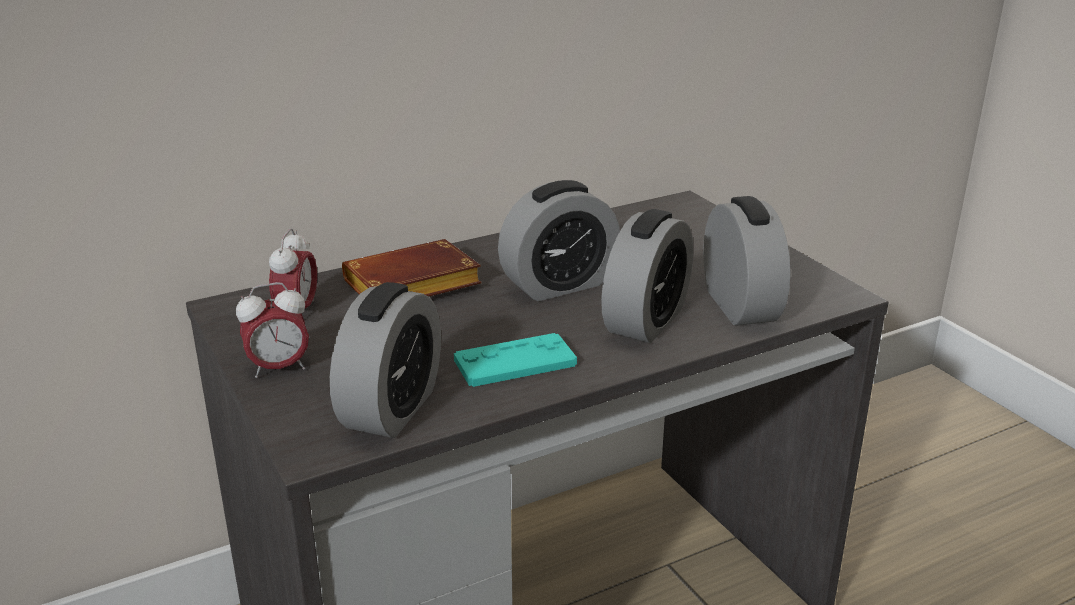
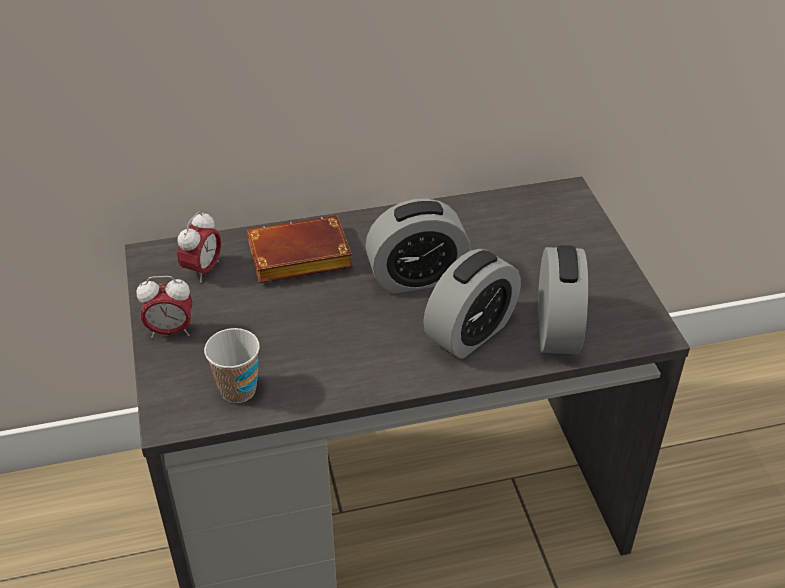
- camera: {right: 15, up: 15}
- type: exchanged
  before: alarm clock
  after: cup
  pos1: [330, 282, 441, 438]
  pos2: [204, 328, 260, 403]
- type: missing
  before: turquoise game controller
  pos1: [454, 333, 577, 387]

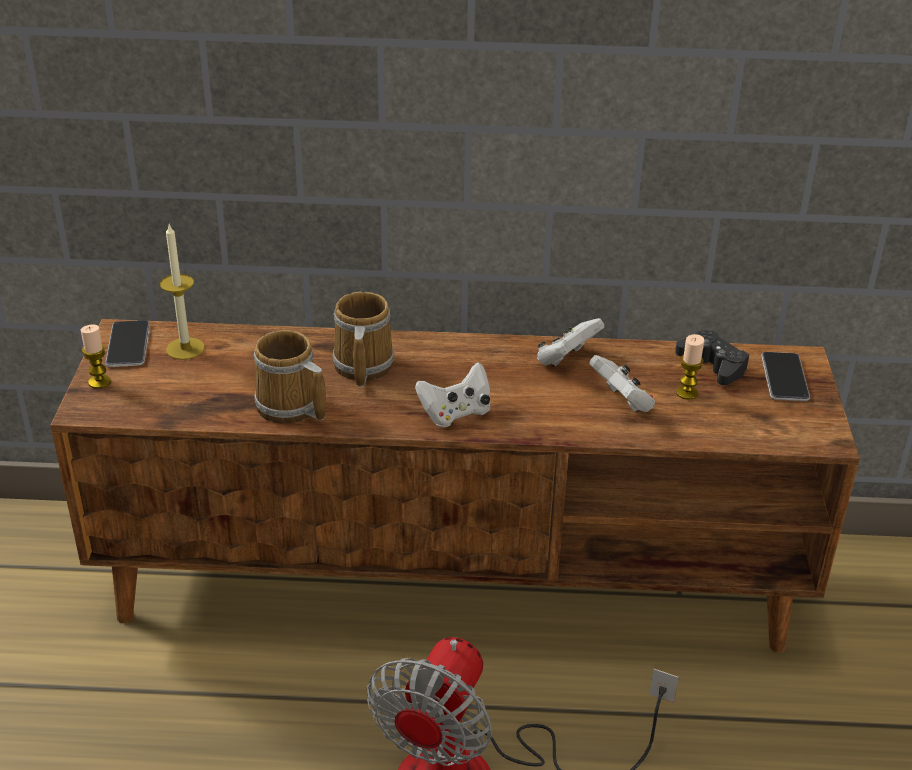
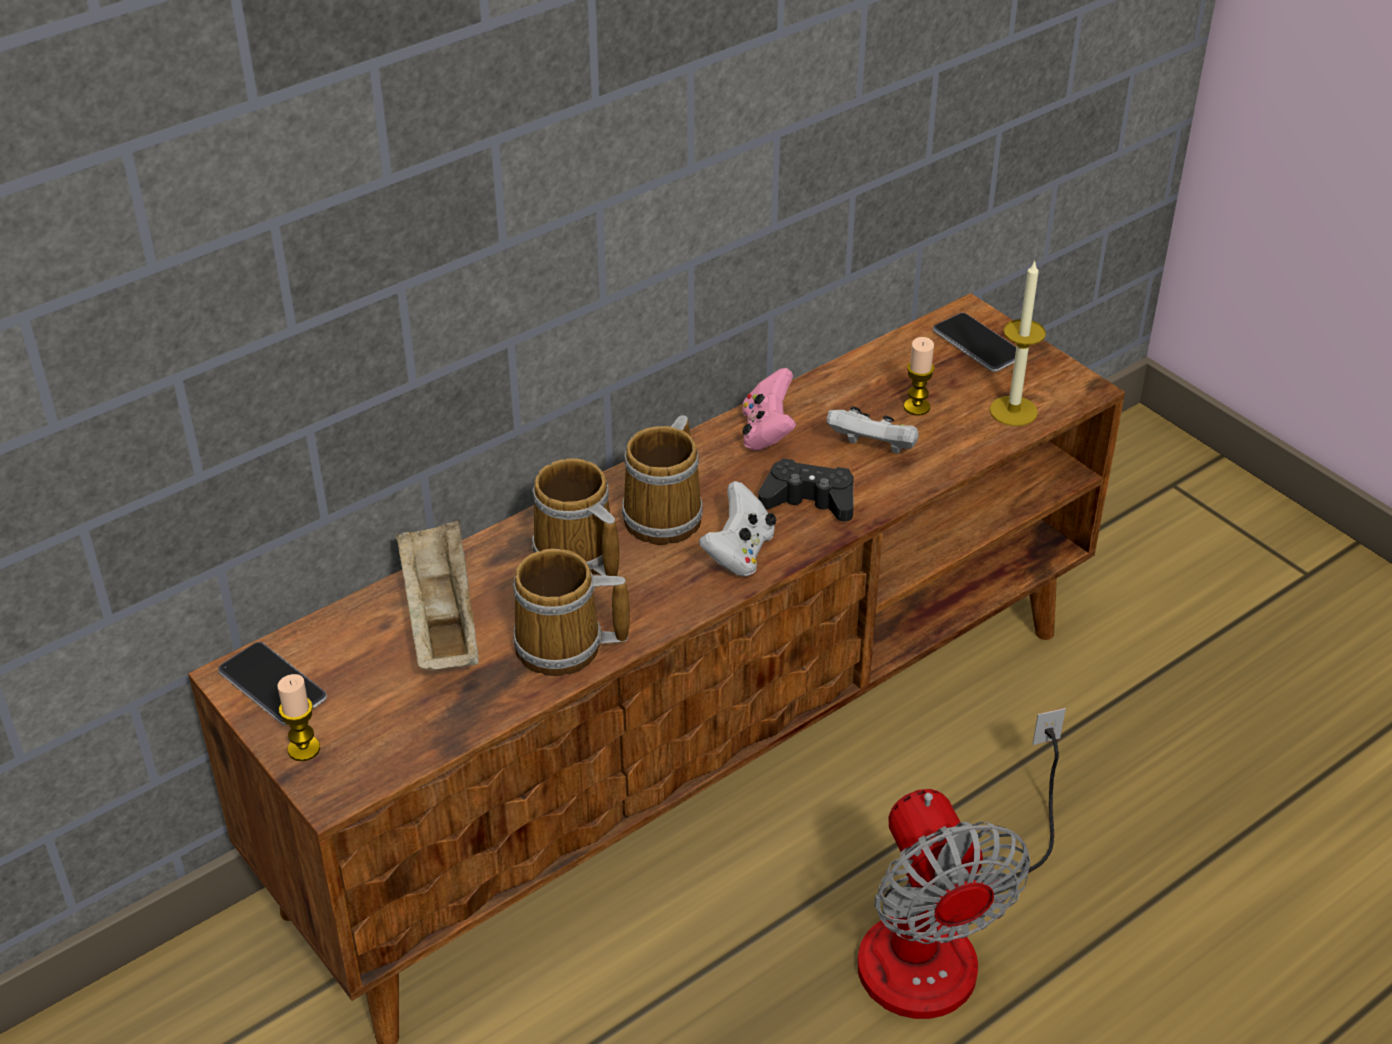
- camera: {right: -40, up: 5}
- type: relocated
  before: candle
  pos1: [160, 224, 205, 360]
  pos2: [990, 260, 1046, 426]
- type: colour
  before: white game controller
  after: pink game controller
  pos1: [537, 318, 604, 367]
  pos2: [742, 368, 796, 451]
- type: relocated
  before: black game controller
  pos1: [675, 330, 749, 385]
  pos2: [758, 458, 854, 522]
- type: appeared
  after: beige tray
  pos2: [395, 519, 478, 671]
- type: appeared
  after: mug
  pos2: [621, 415, 703, 545]

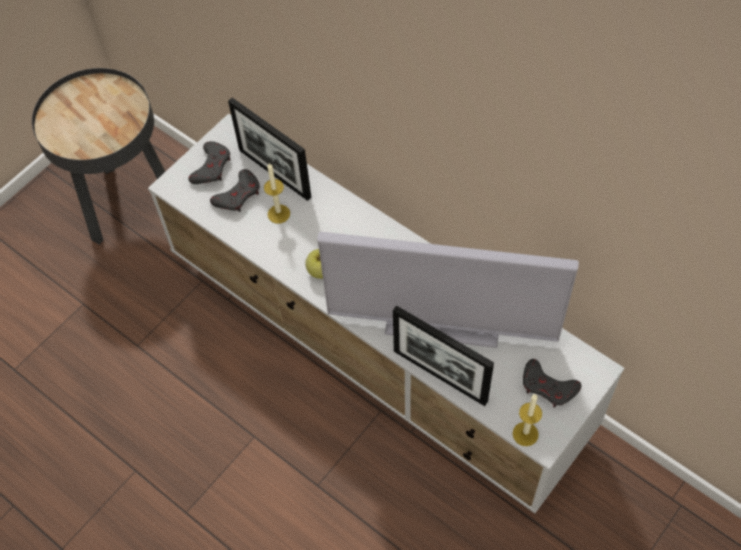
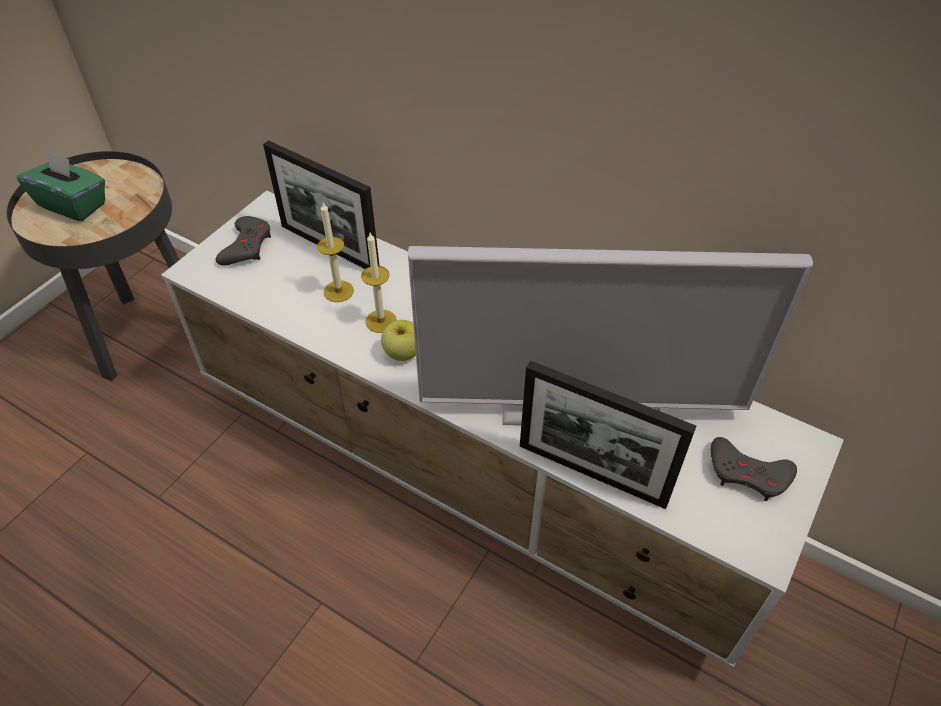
- camera: {right: -10, up: -10}
- type: missing
  before: grey game controller
  pos1: [210, 169, 260, 212]
- type: relocated
  before: candle
  pos1: [513, 394, 542, 446]
  pos2: [361, 233, 397, 333]
- type: appeared
  after: green tissue box
  pos2: [17, 150, 105, 221]

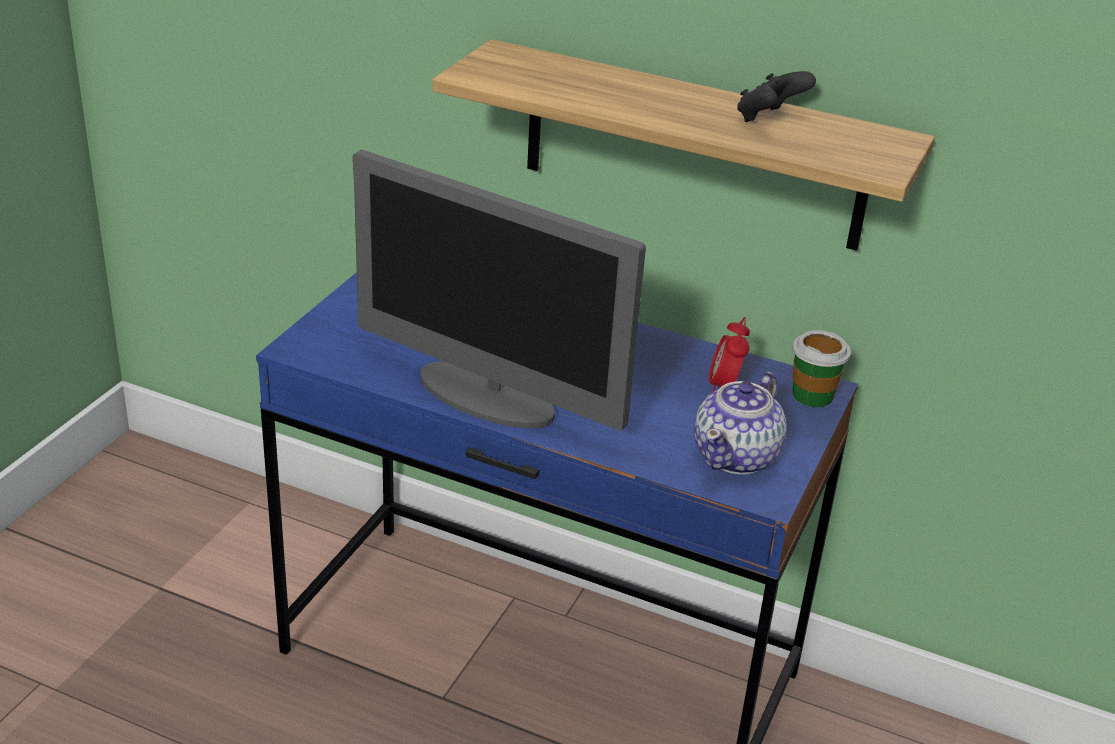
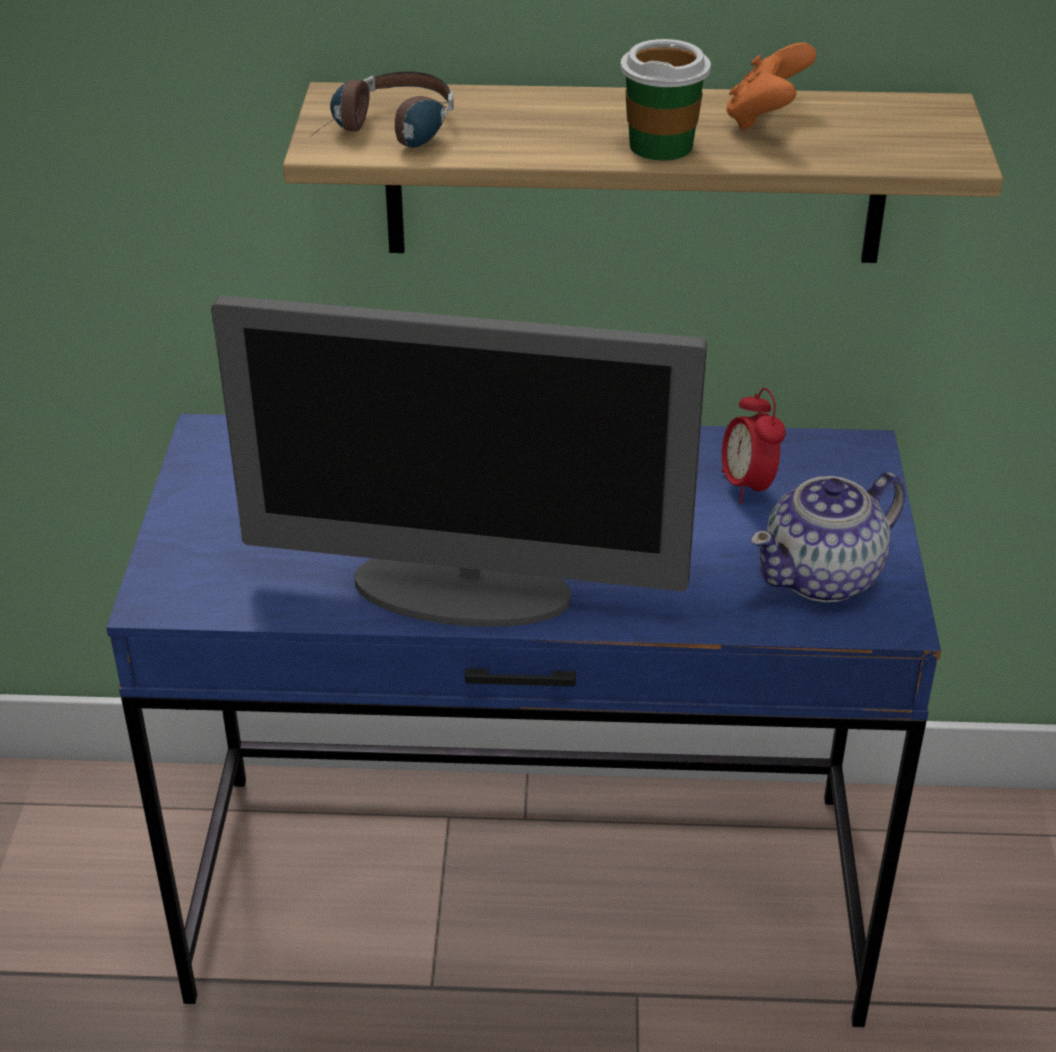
- camera: {right: -20, up: 5}
- type: spun
  before: teapot
  pos1: [694, 372, 786, 475]
  pos2: [750, 472, 906, 602]
  turn: 45
- type: colour
  before: black game controller
  after: orange game controller
  pos1: [737, 71, 816, 122]
  pos2: [726, 42, 816, 130]
- type: relocated
  before: cup
  pos1: [792, 330, 851, 407]
  pos2: [621, 39, 711, 161]
- type: appeared
  after: headphones
  pos2: [310, 71, 454, 148]

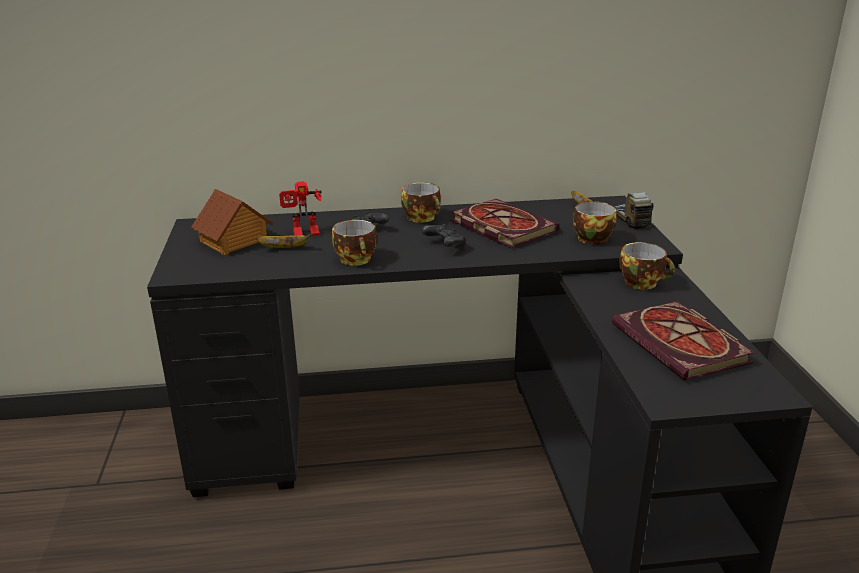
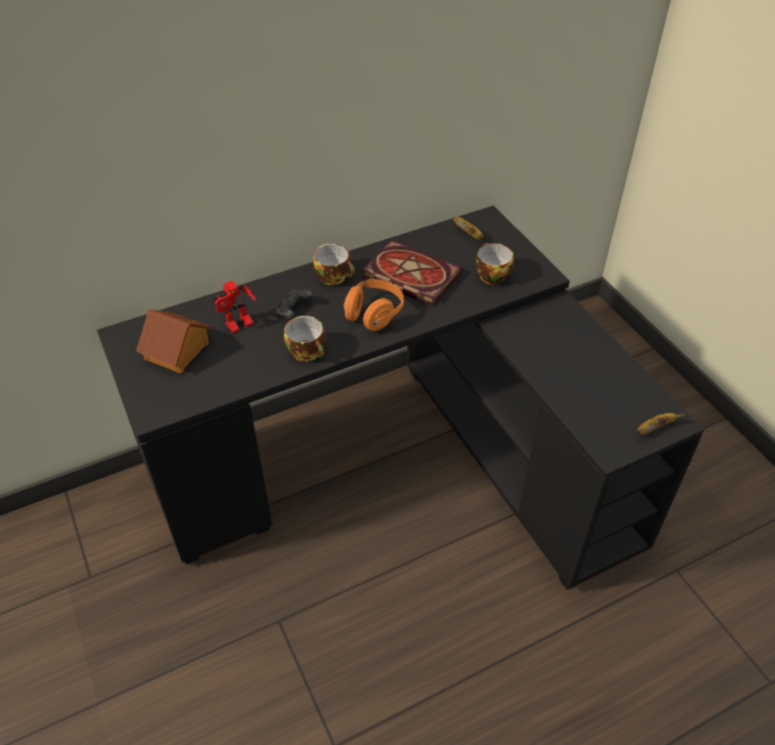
- camera: {right: -20, up: 20}
- type: relocated
  before: banana
  pos1: [257, 234, 311, 248]
  pos2: [637, 413, 686, 434]
- type: exchanged
  before: black game controller
  after: orange headphones
  pos1: [421, 224, 466, 248]
  pos2: [344, 279, 404, 331]
- type: missing
  before: book
  pos1: [612, 301, 755, 381]
- type: missing
  before: toy truck
  pos1: [614, 191, 654, 229]
- type: missing
  before: cup
  pos1: [619, 242, 675, 290]

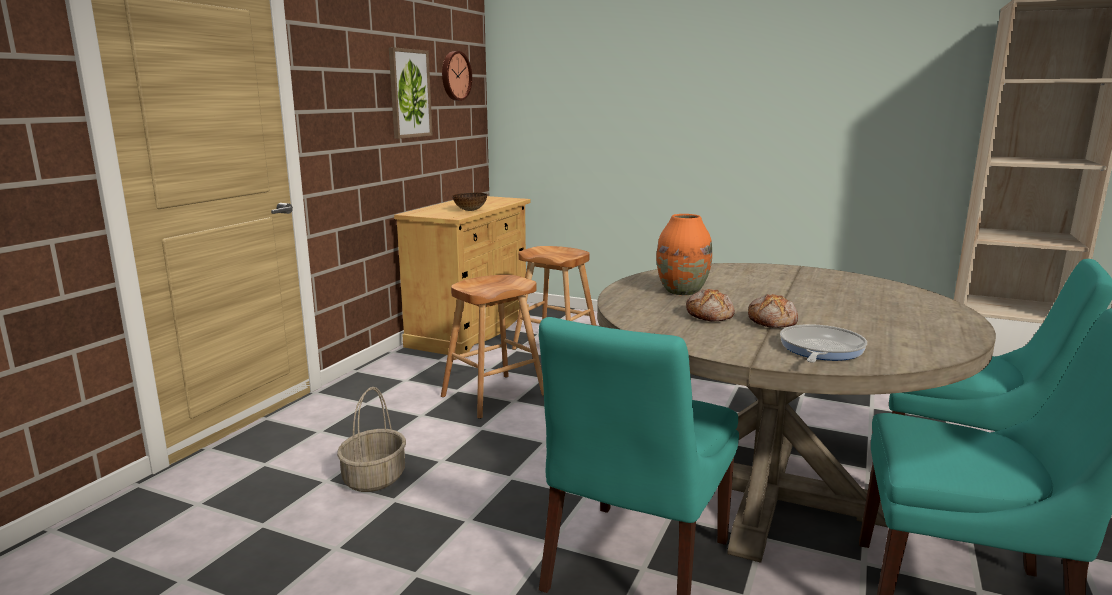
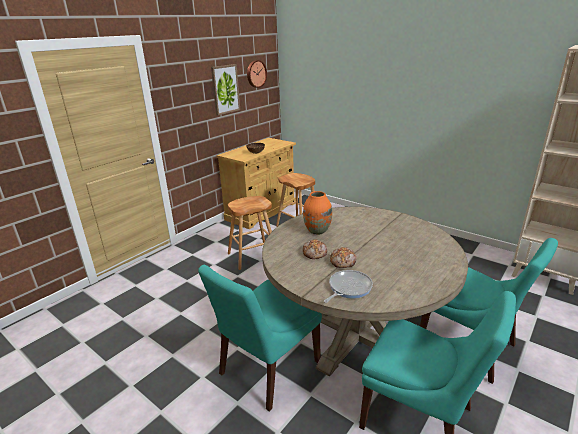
- camera: {right: 15, up: 10}
- type: missing
  before: basket
  pos1: [337, 387, 406, 492]

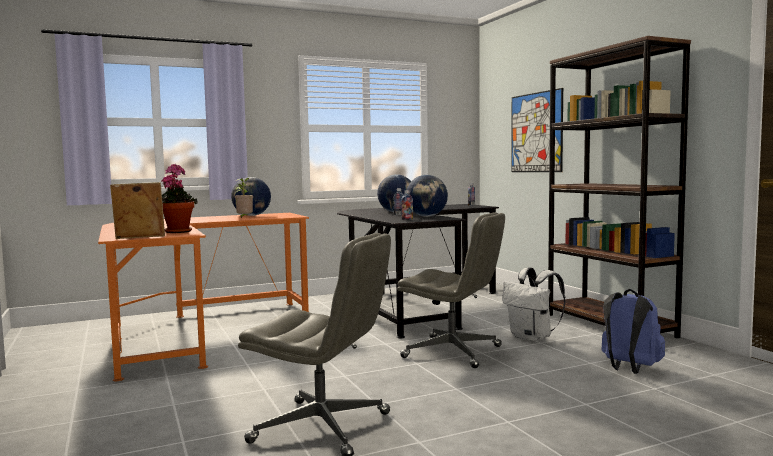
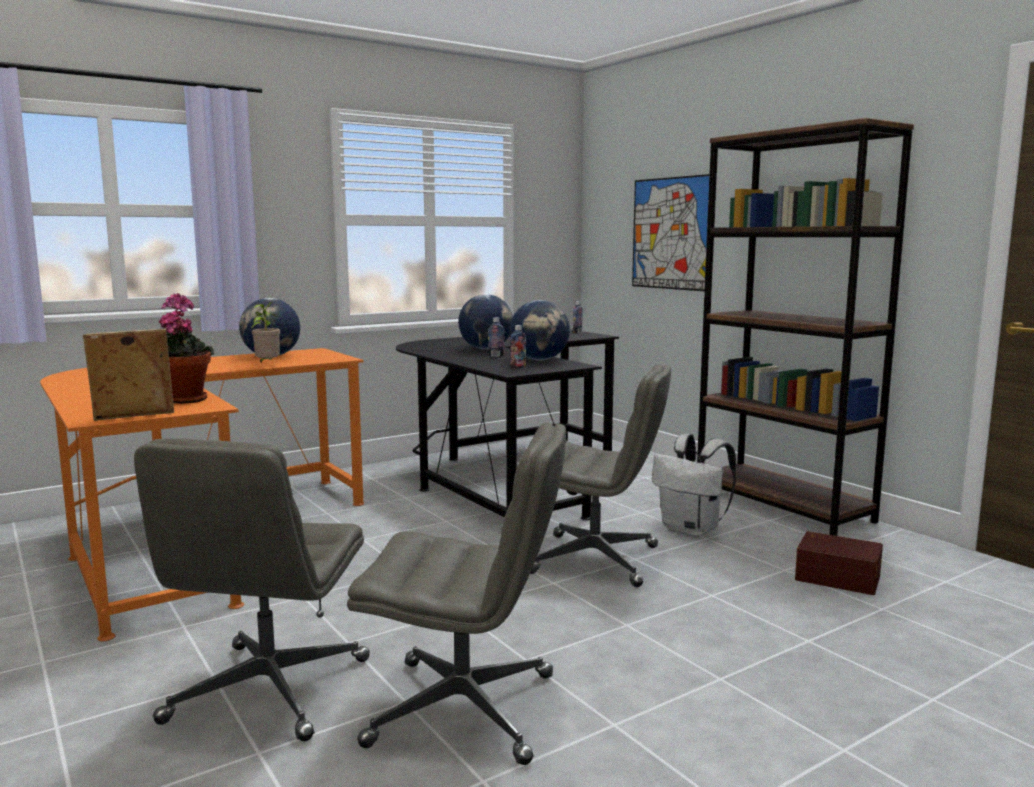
- camera: {right: -10, up: 5}
- type: exchanged
  before: blue backpack
  after: brown storage box
  pos1: [602, 289, 665, 374]
  pos2: [795, 531, 883, 595]
- type: appeared
  after: grey office chair
  pos2: [134, 438, 370, 741]

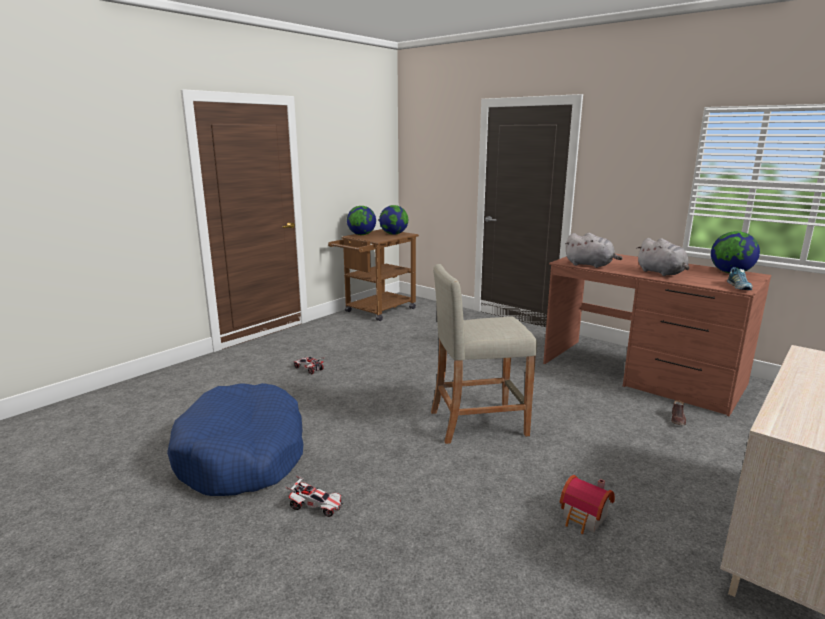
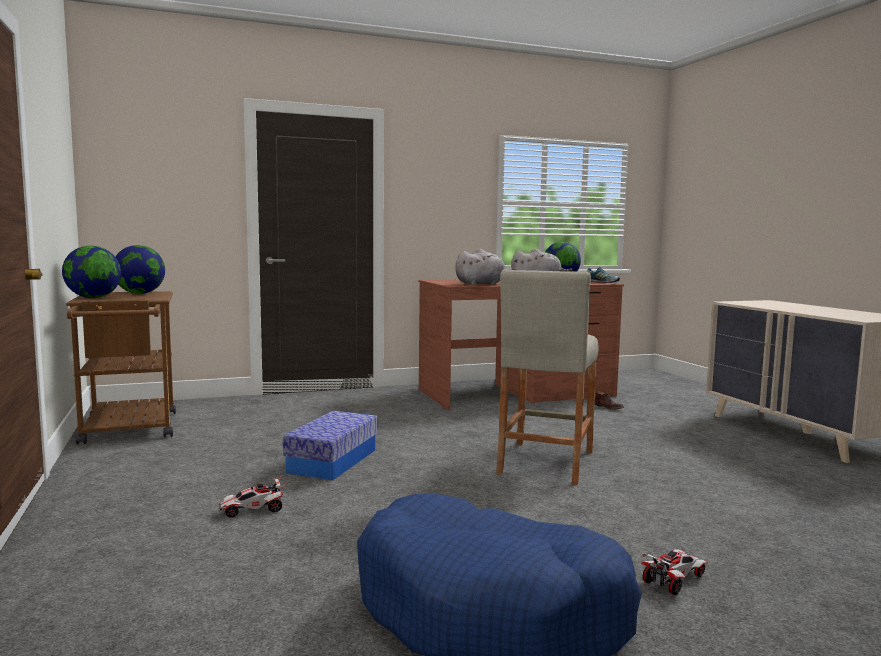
- camera: {right: -60, up: -10}
- type: missing
  before: toy house
  pos1: [559, 475, 615, 534]
- type: appeared
  after: storage box
  pos2: [283, 411, 377, 480]

